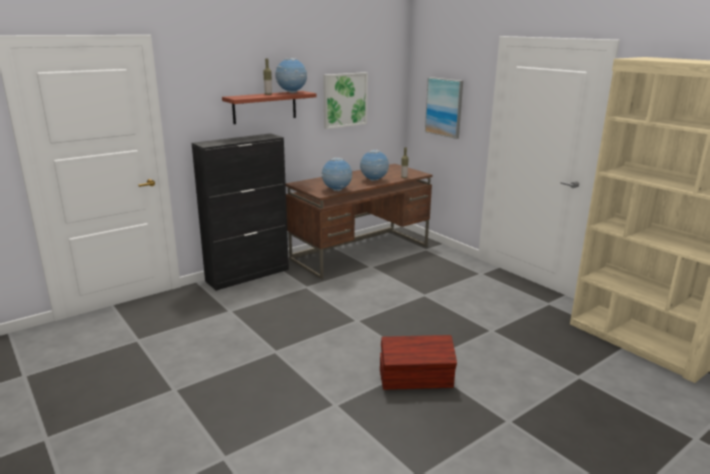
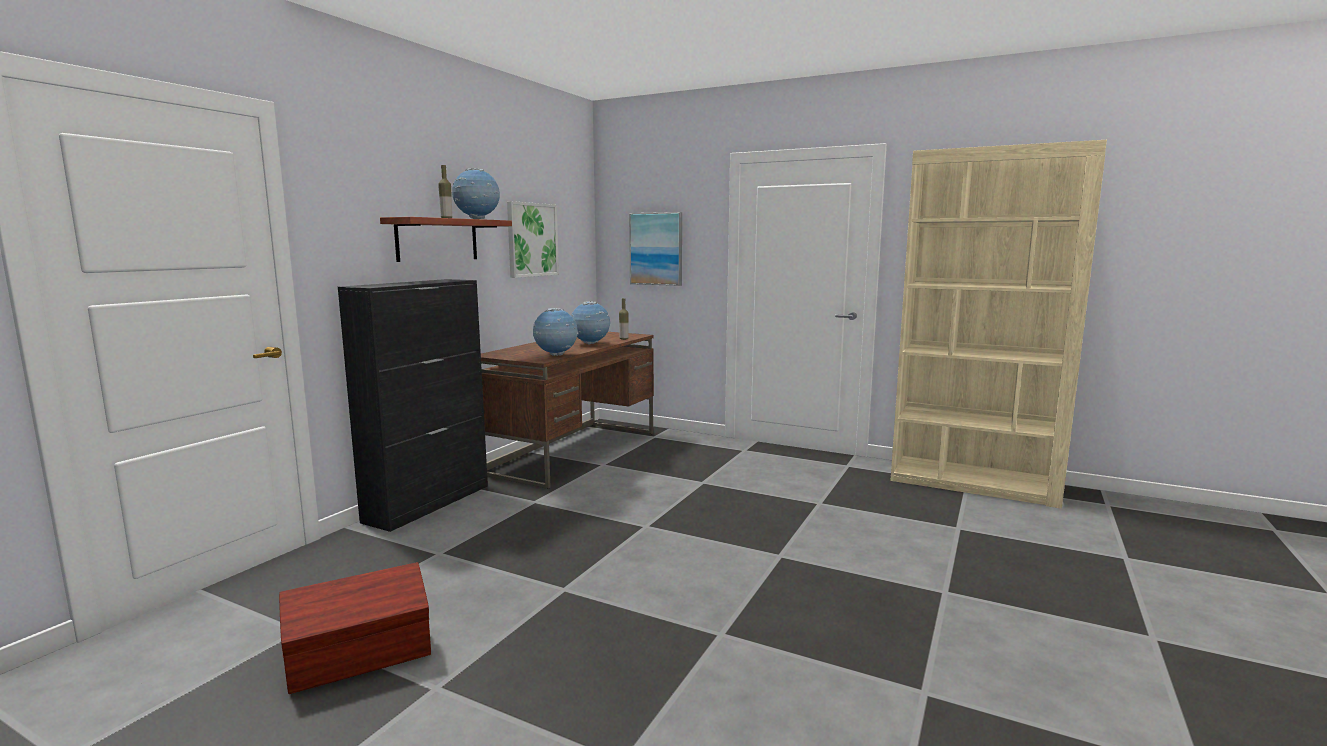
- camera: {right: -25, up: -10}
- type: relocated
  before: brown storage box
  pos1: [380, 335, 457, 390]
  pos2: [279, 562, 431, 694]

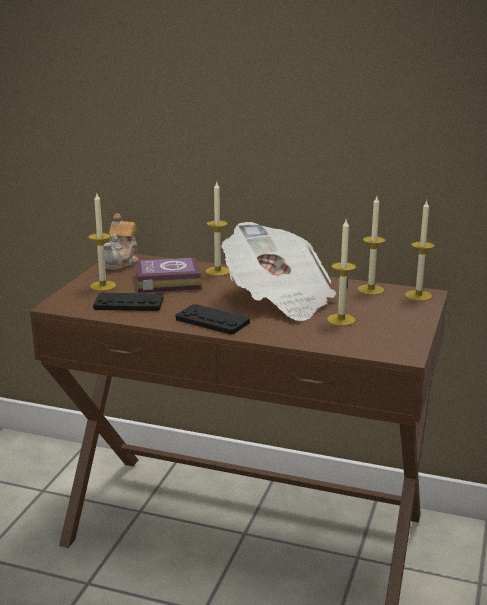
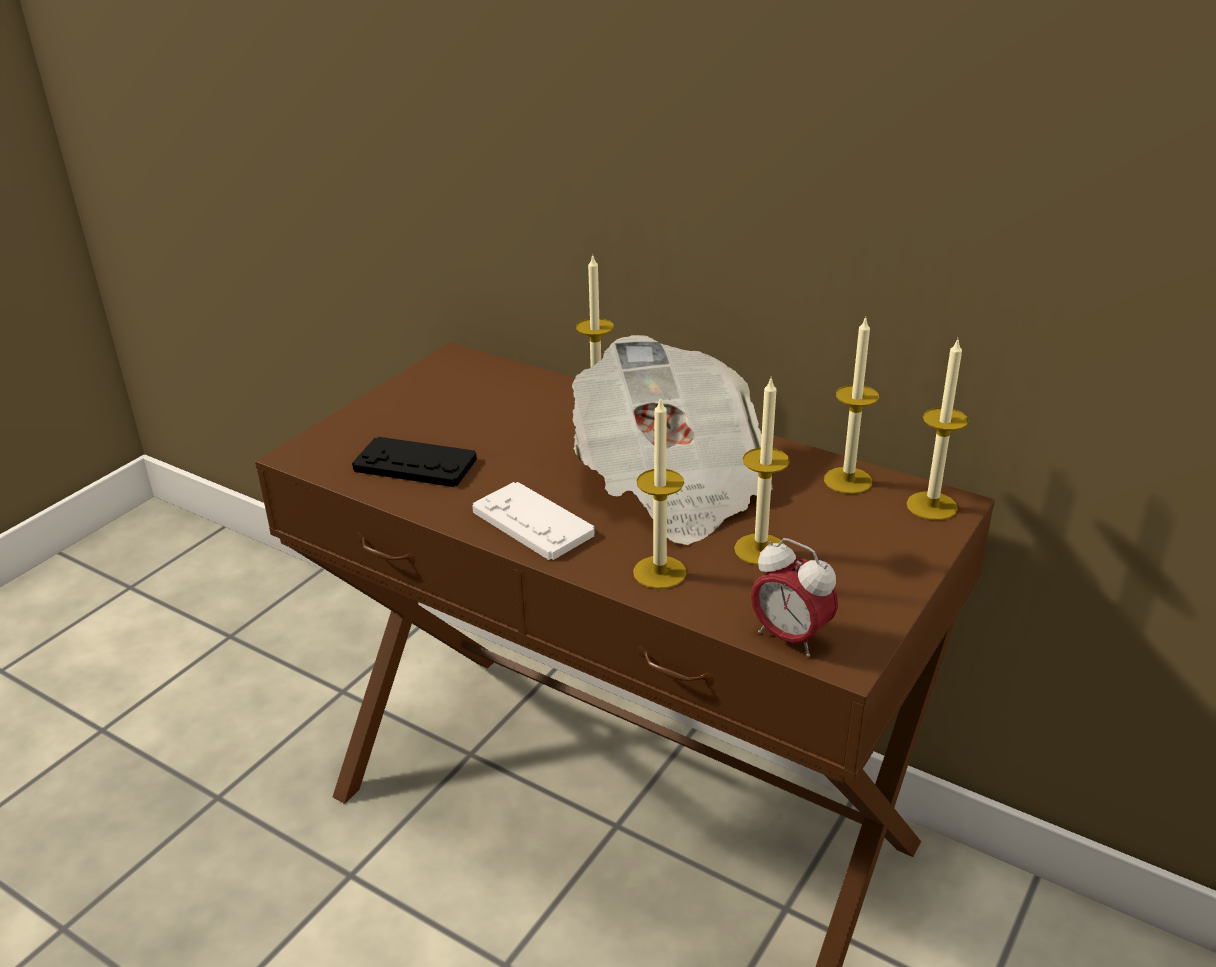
- camera: {right: 15, up: 10}
- type: relocated
  before: candle
  pos1: [88, 194, 116, 291]
  pos2: [633, 396, 687, 589]
- type: missing
  before: teapot
  pos1: [104, 213, 139, 270]
- type: missing
  before: book
  pos1: [136, 258, 201, 293]
- type: colour
  before: black game controller
  after: white game controller
  pos1: [176, 304, 250, 334]
  pos2: [472, 482, 594, 560]
- type: appeared
  after: alarm clock
  pos2: [751, 538, 838, 657]

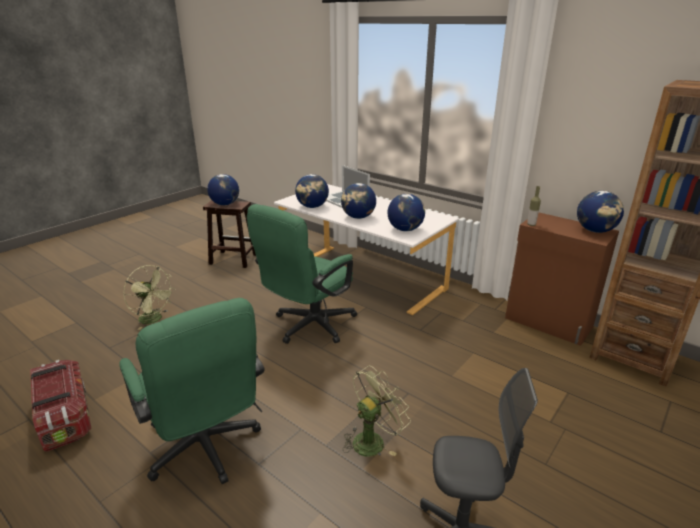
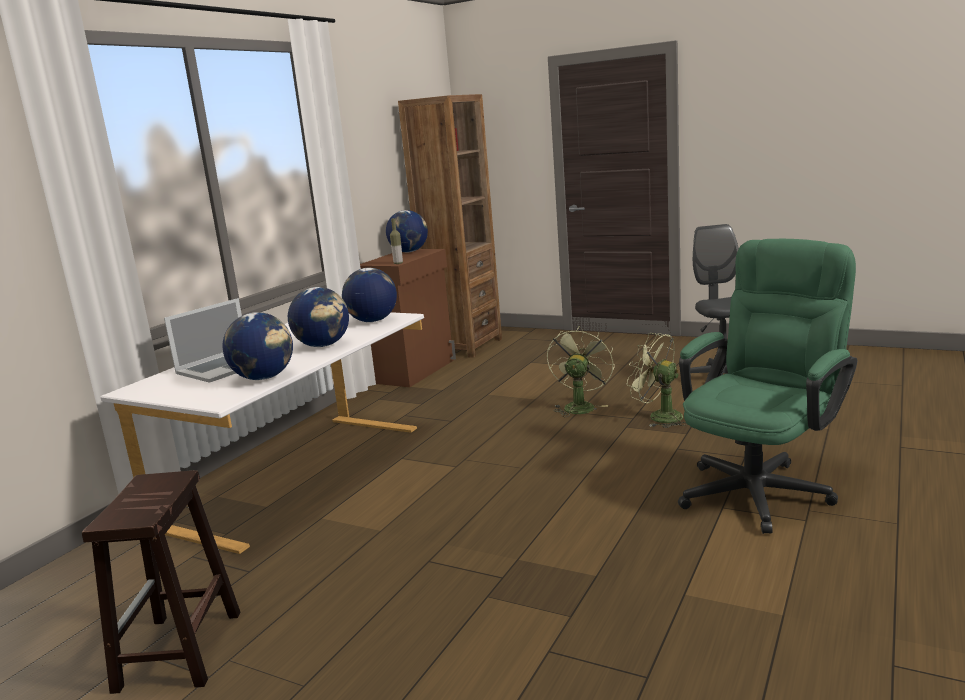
- camera: {right: -100, up: -10}
- type: missing
  before: storage box
  pos1: [30, 360, 91, 452]
- type: relocated
  before: green fan
  pos1: [123, 265, 175, 330]
  pos2: [547, 326, 615, 417]
- type: missing
  before: globe
  pos1: [207, 174, 239, 205]
- type: missing
  before: green office chair
  pos1: [247, 204, 357, 344]

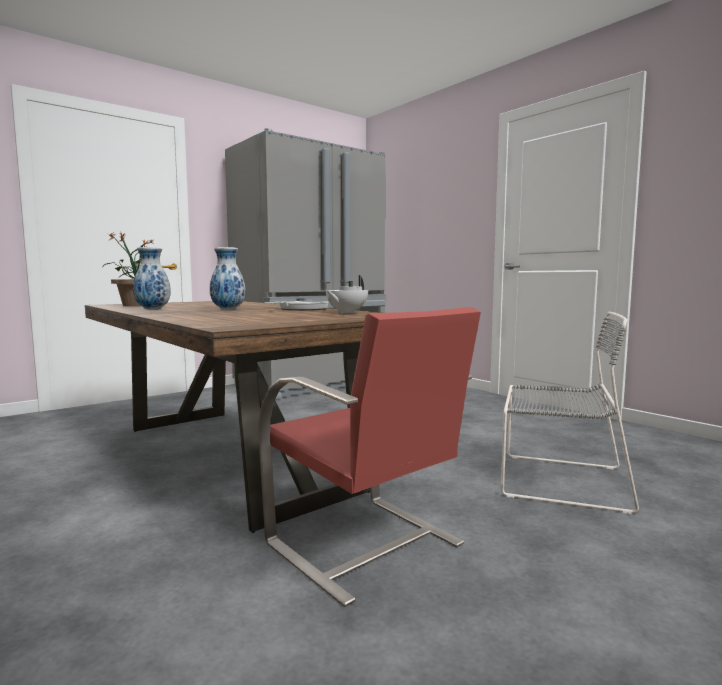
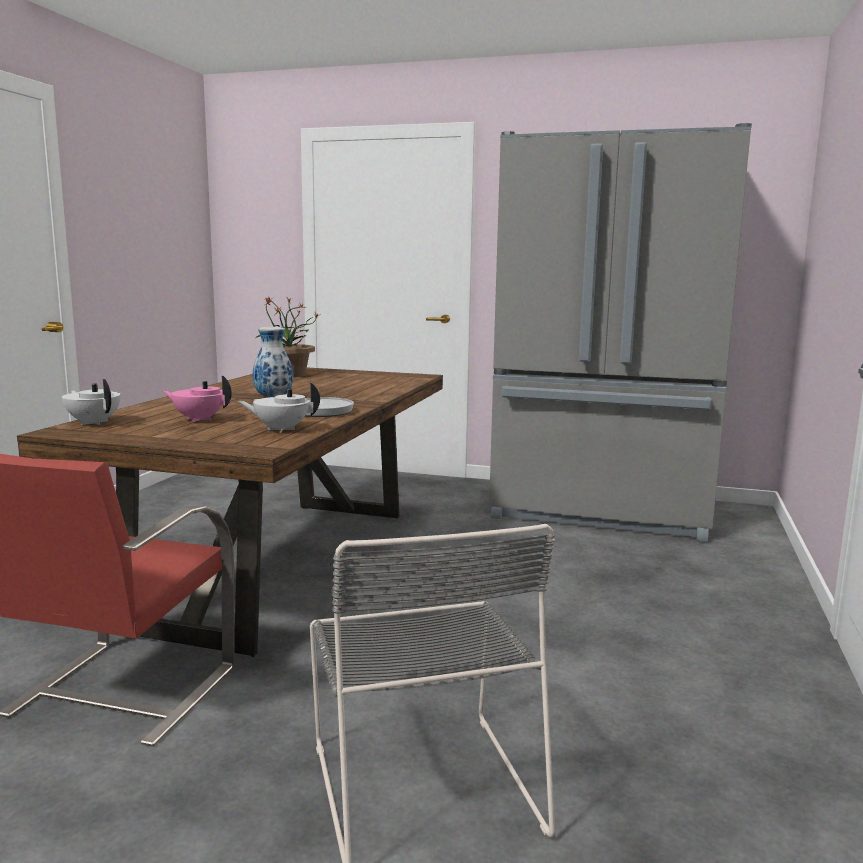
- camera: {right: 55, up: 5}
- type: missing
  before: vase
  pos1: [133, 247, 171, 310]
- type: appeared
  after: white teapot
  pos2: [62, 379, 120, 425]
- type: appeared
  after: pink teapot
  pos2: [163, 376, 232, 422]

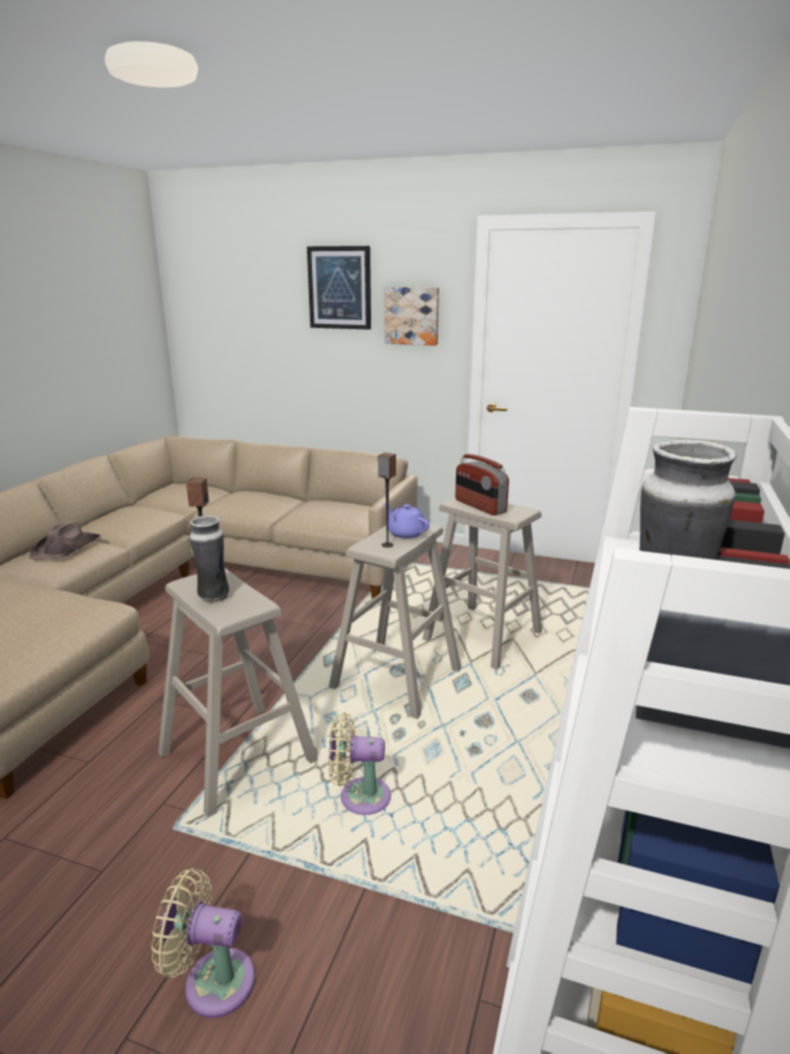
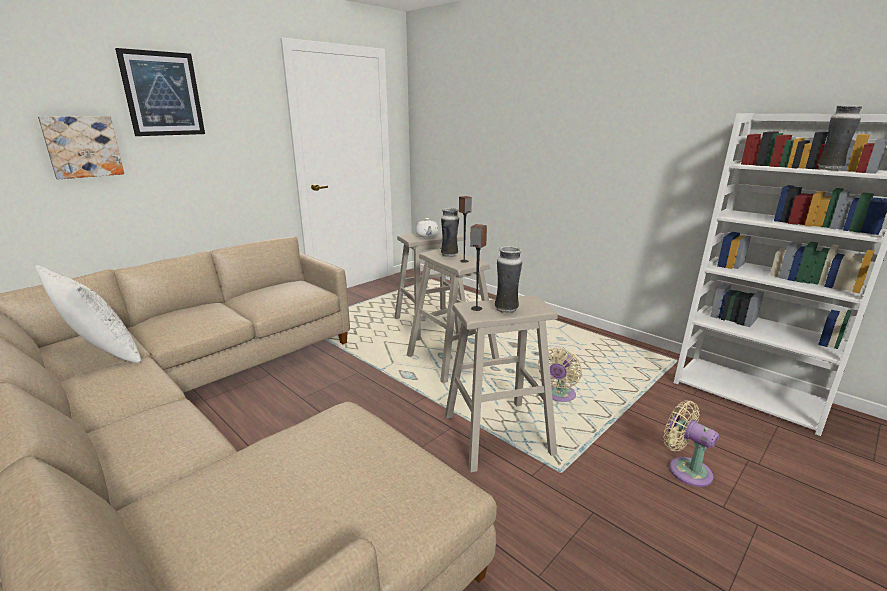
- camera: {right: -65, up: 0}
- type: missing
  before: brown hat
  pos1: [29, 521, 101, 560]
- type: spun
  before: beige fan
  pos1: [151, 868, 255, 1018]
  pos2: [663, 400, 719, 487]
  turn: 105
- type: exchanged
  before: purple teapot
  after: vase
  pos1: [383, 503, 429, 538]
  pos2: [441, 208, 459, 257]
- type: relocated
  before: picture
  pos1: [385, 287, 439, 346]
  pos2: [38, 116, 124, 179]
- type: exchanged
  before: radio
  after: white teapot
  pos1: [455, 454, 509, 516]
  pos2: [416, 218, 439, 238]
- type: appeared
  after: white pillow
  pos2: [35, 265, 141, 363]

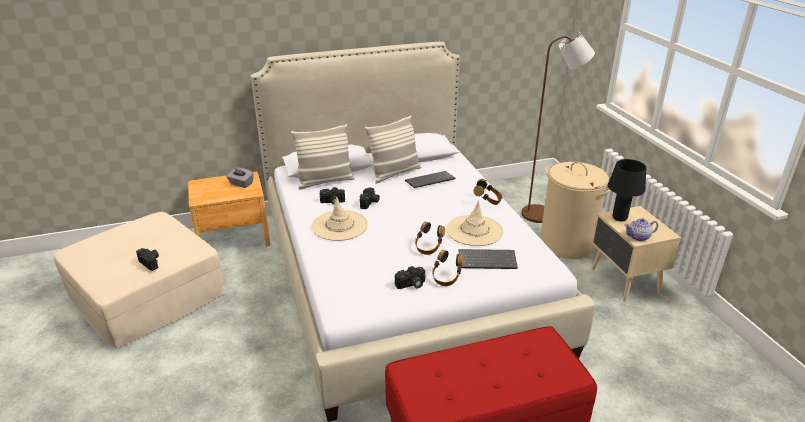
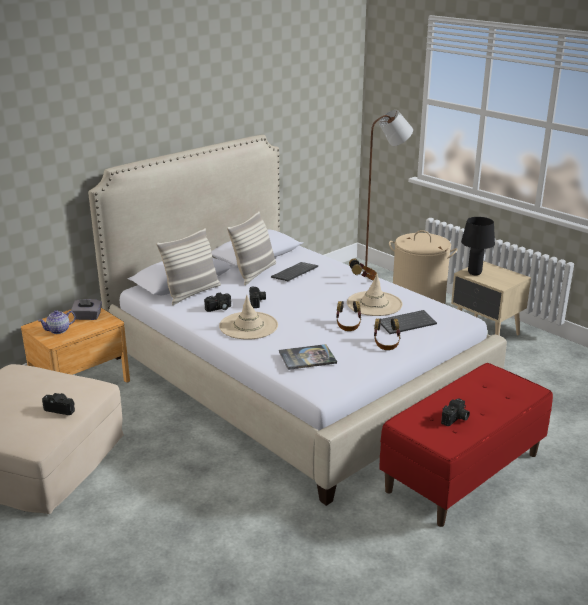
- camera: {right: -25, up: -5}
- type: relocated
  before: photo camera
  pos1: [395, 266, 425, 289]
  pos2: [441, 398, 470, 426]
- type: relocated
  before: teapot
  pos1: [625, 218, 658, 241]
  pos2: [38, 310, 76, 334]
- type: appeared
  after: book
  pos2: [279, 344, 337, 370]

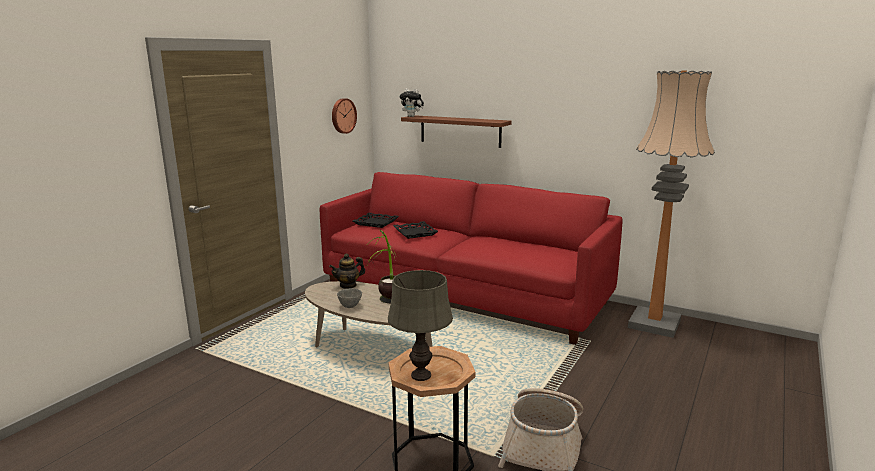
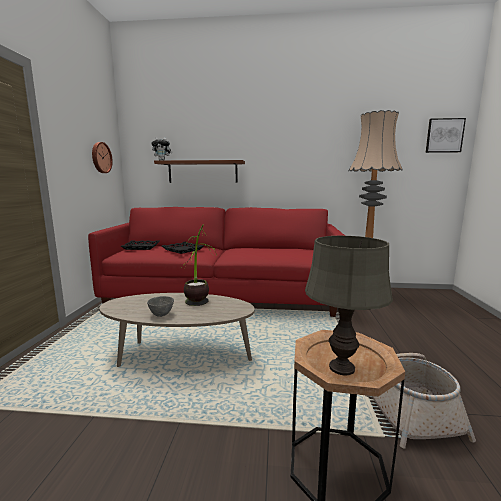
- camera: {right: -25, up: -5}
- type: missing
  before: teapot
  pos1: [329, 254, 365, 289]
- type: appeared
  after: picture
  pos2: [426, 118, 466, 153]

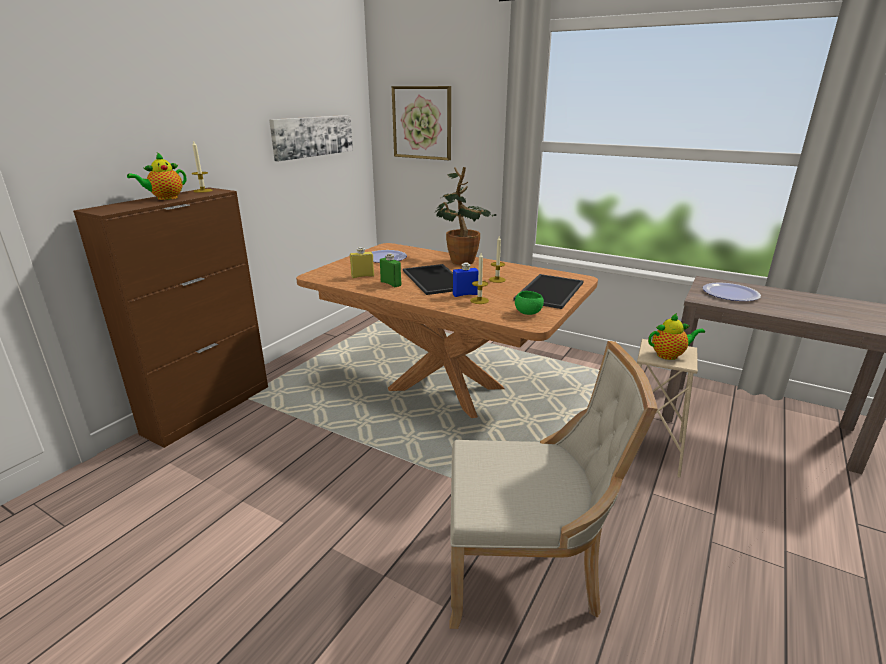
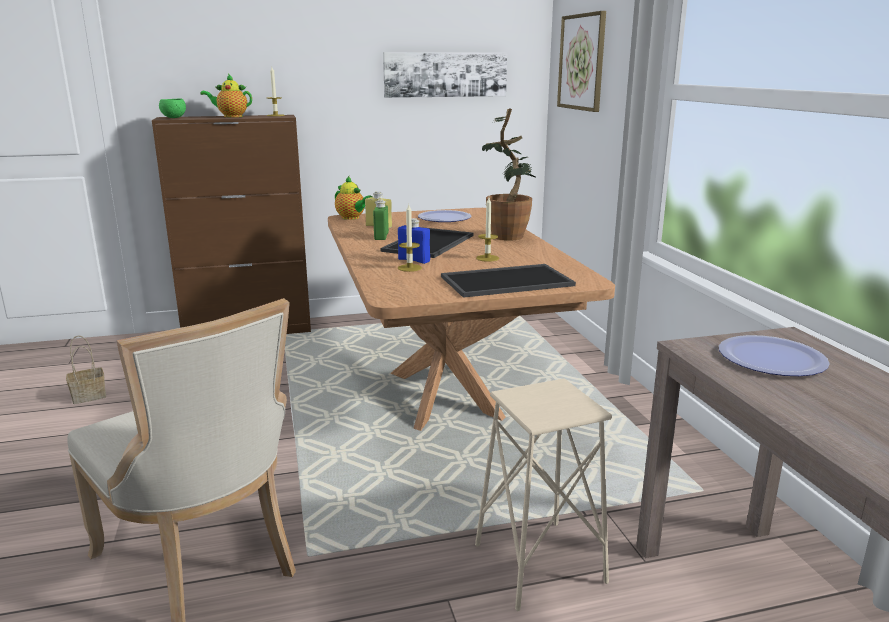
- camera: {right: 45, up: -5}
- type: relocated
  before: green bowl
  pos1: [515, 291, 544, 315]
  pos2: [159, 98, 186, 118]
- type: relocated
  before: teapot
  pos1: [648, 313, 705, 360]
  pos2: [335, 176, 372, 220]
- type: appeared
  after: basket
  pos2: [66, 335, 106, 404]

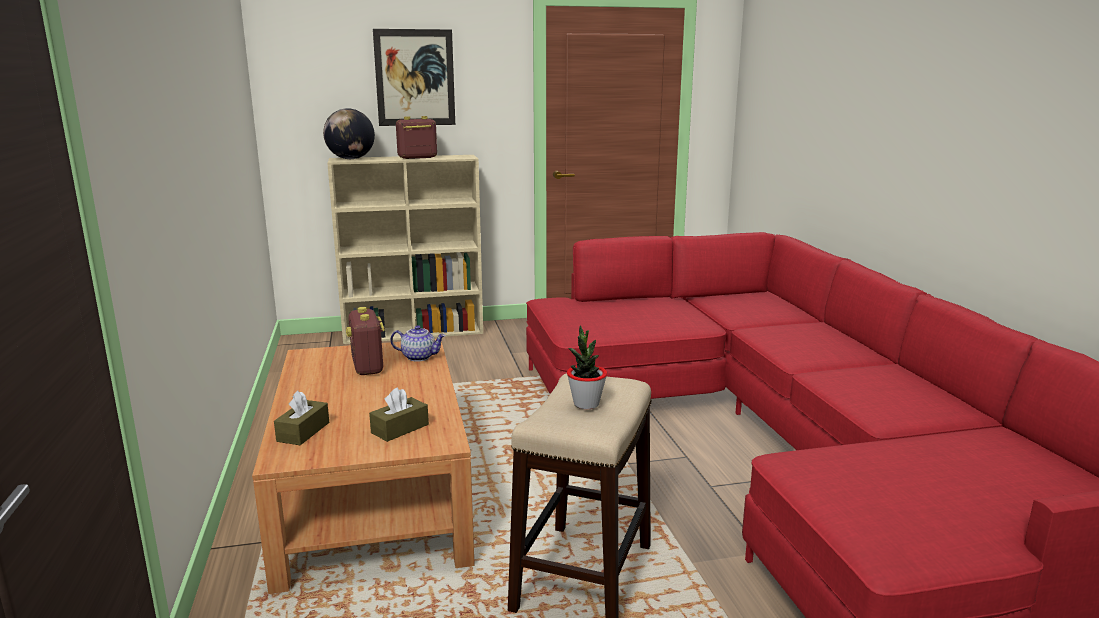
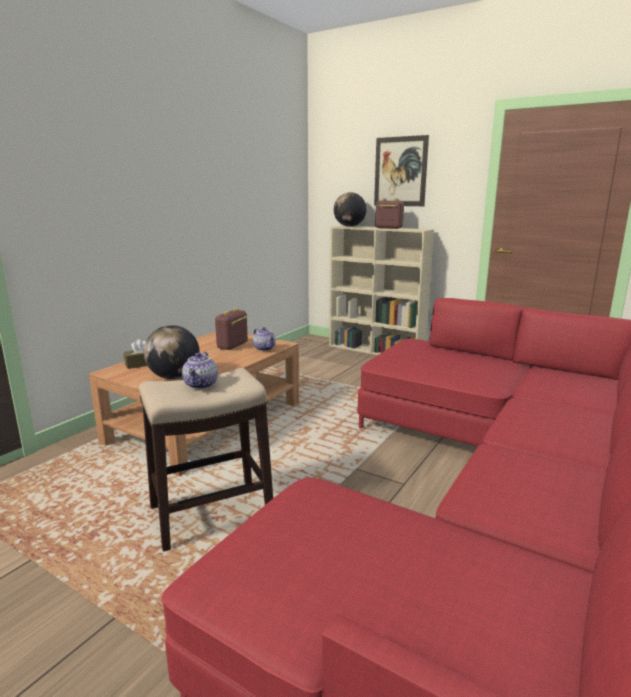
- camera: {right: 45, up: 0}
- type: exchanged
  before: brown tissue box
  after: globe
  pos1: [369, 387, 429, 442]
  pos2: [144, 325, 200, 379]
- type: exchanged
  before: potted plant
  after: teapot
  pos1: [567, 325, 607, 409]
  pos2: [182, 352, 218, 389]

